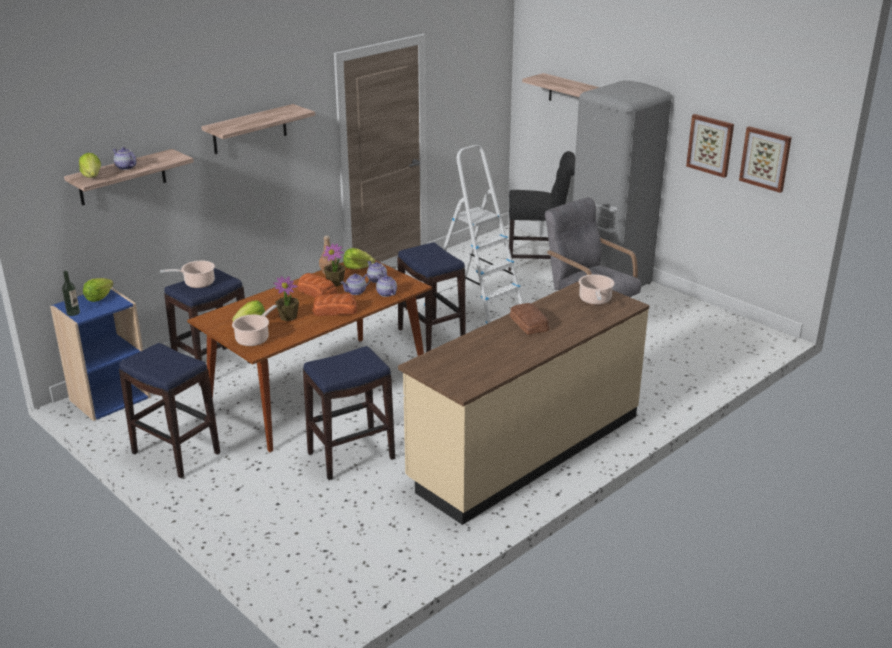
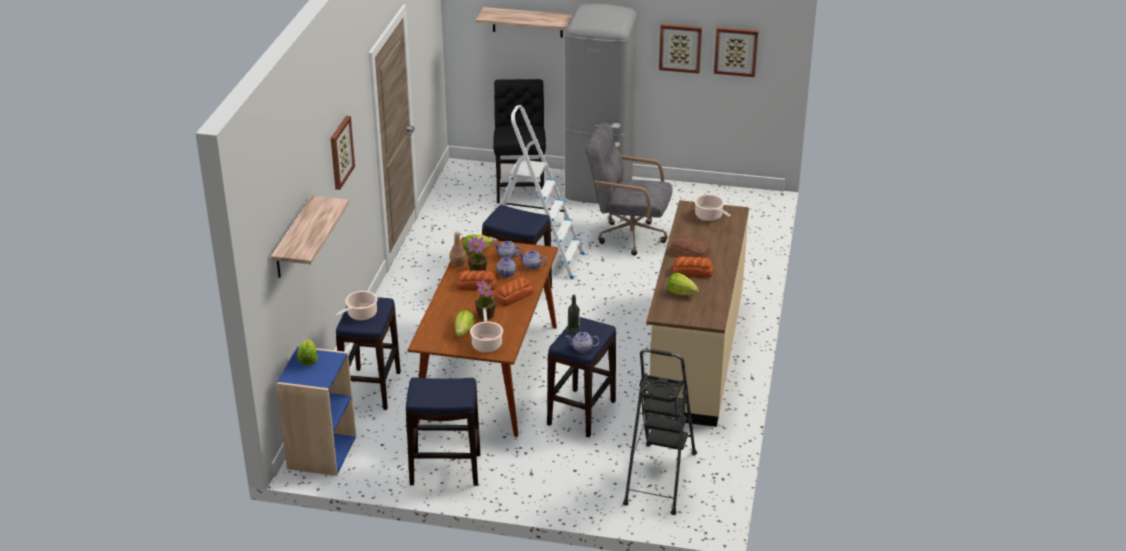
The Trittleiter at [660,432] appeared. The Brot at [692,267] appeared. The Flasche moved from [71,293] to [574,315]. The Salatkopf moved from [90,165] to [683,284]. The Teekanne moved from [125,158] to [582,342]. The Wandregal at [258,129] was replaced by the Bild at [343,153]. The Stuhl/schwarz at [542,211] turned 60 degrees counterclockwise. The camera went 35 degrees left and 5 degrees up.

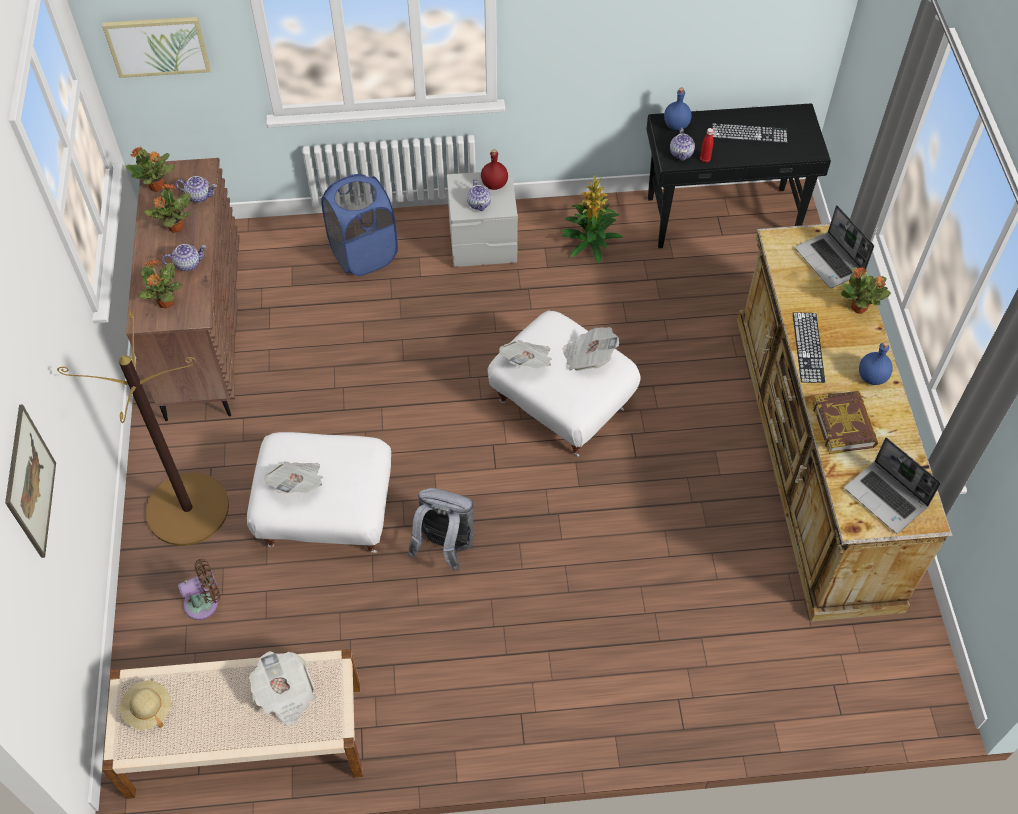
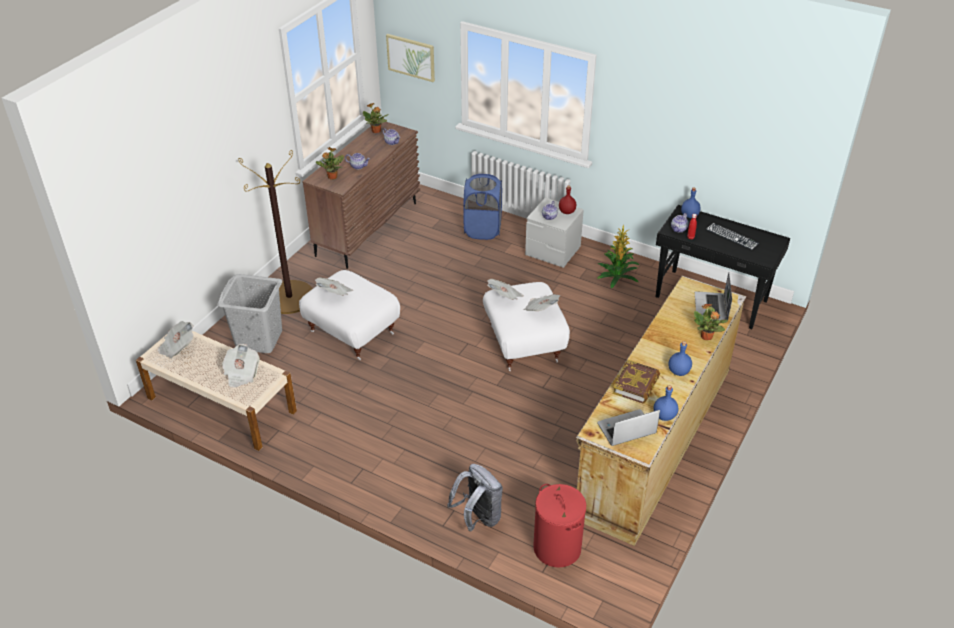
The Bild at [30,481] disappeared. The Topfpflanze at [167,208] disappeared. The Tastatur at [809,347] disappeared. The Wäschekorb/rot at [559,526] appeared. The Flasche/blau at [666,403] appeared. The Rucksack/grau moved from [441,529] to [475,498]. The Hut/beige at [145,705] was replaced by the Zeitung at [175,340]. The Ventilator/braun at [199,589] was replaced by the Wäschekorb/grau at [249,313]. The Laptop at [892,485] turned 75 degrees clockwise. The camera went 35 degrees right and 15 degrees down.

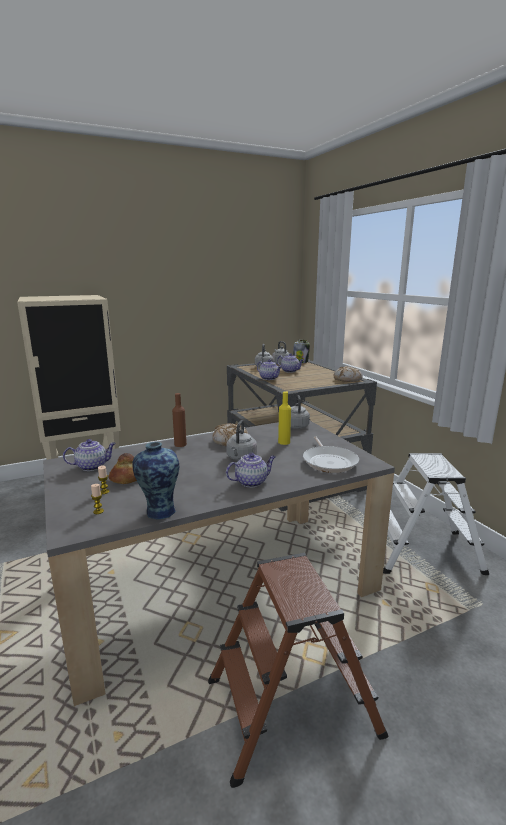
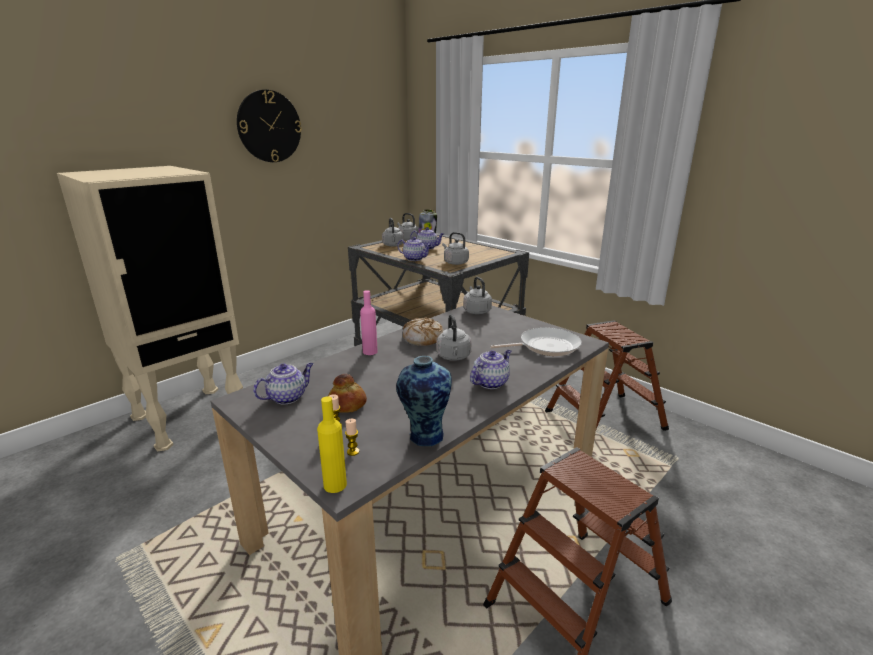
The Brot at [348,374] disappeared. The Wanduhr at [269,126] appeared. The Wasserkessel/grau at [455,248] appeared. The Flasche/gelb moved from [284,418] to [332,444]. The Flasche/braun at [179,420] became the Flasche/rosa at [369,322]. The Trittleiter/weiß at [436,514] became the Trittleiter/braun at [607,375]. The Pfanne at [331,454] turned 75 degrees counterclockwise. The camera went 20 degrees left and 5 degrees up.

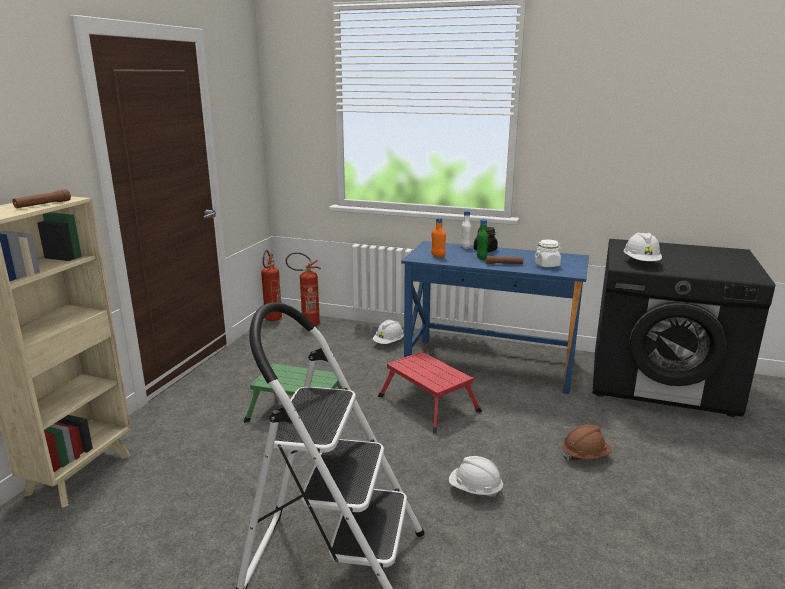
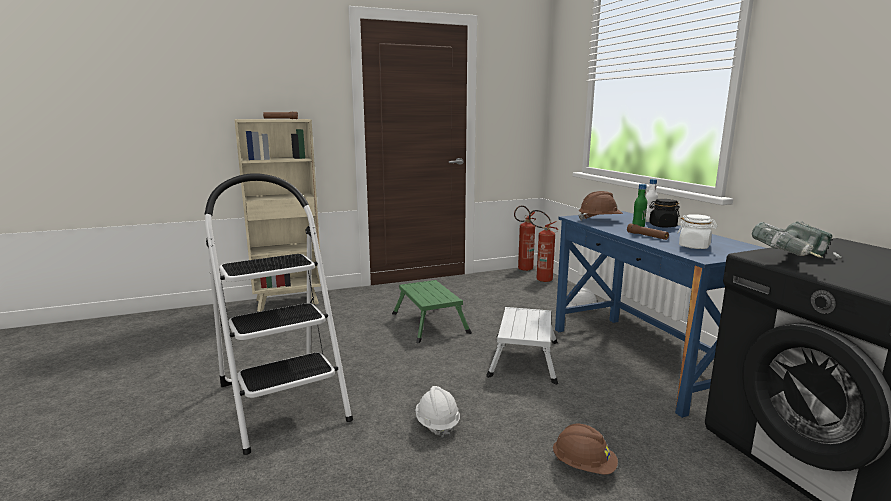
The Flasche/orange at [438,238] was replaced by the Schutzhelm/braun at [600,206]. The Schutzhelm/weiß at [643,247] was replaced by the Bohrmaschine at [797,239]. The Trittleiter/rot at [430,392] became the Trittleiter/weiß at [522,346]. The camera went 50 degrees right and 5 degrees down.

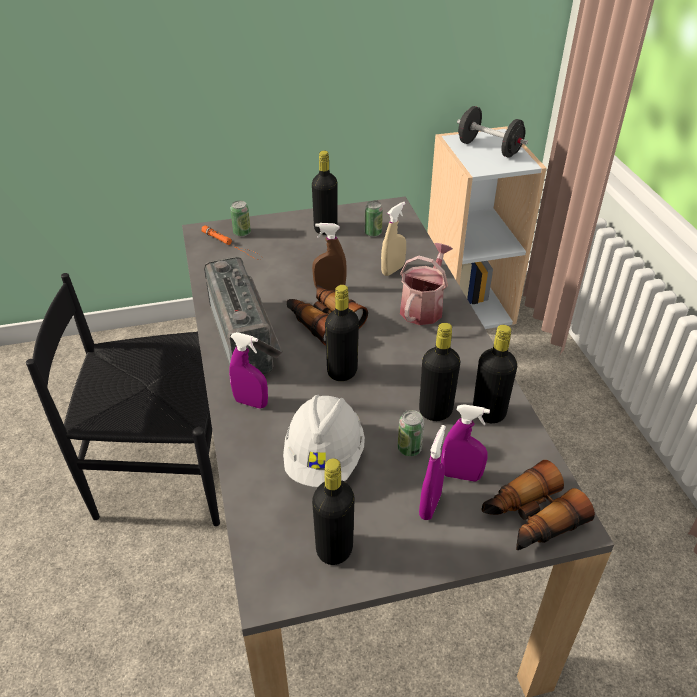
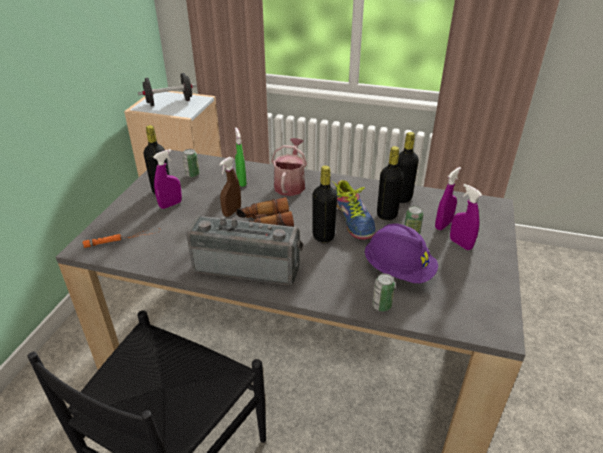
The Flasche/schwarz at [333,511] disappeared. The Fernglas at [538,505] disappeared. The Schuh at [354,210] appeared. The Sprühflasche/lila moved from [248,370] to [167,179]. The Dose moved from [241,219] to [383,292]. The Schutzhelm/weiß at [324,441] became the Schutzhelm/lila at [401,253]. The Sprühflasche/beige at [393,239] became the Sprühflasche/grün at [241,157]. The Gießkanne at [426,284] turned 45 degrees clockwise. The camera went 60 degrees left and 5 degrees down.

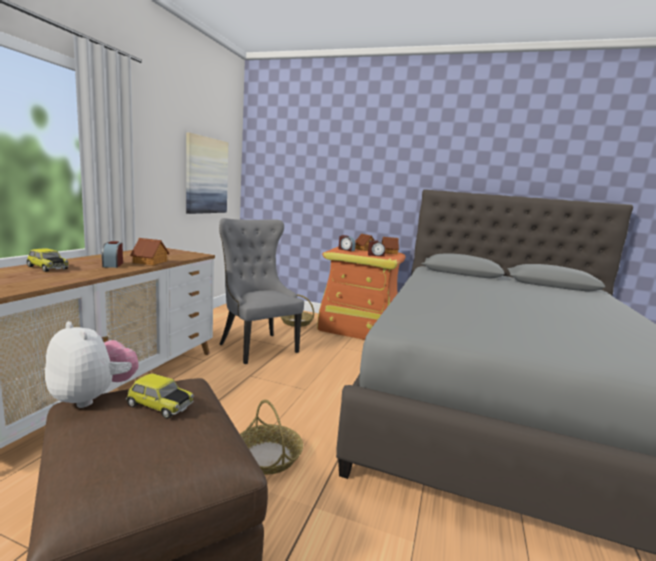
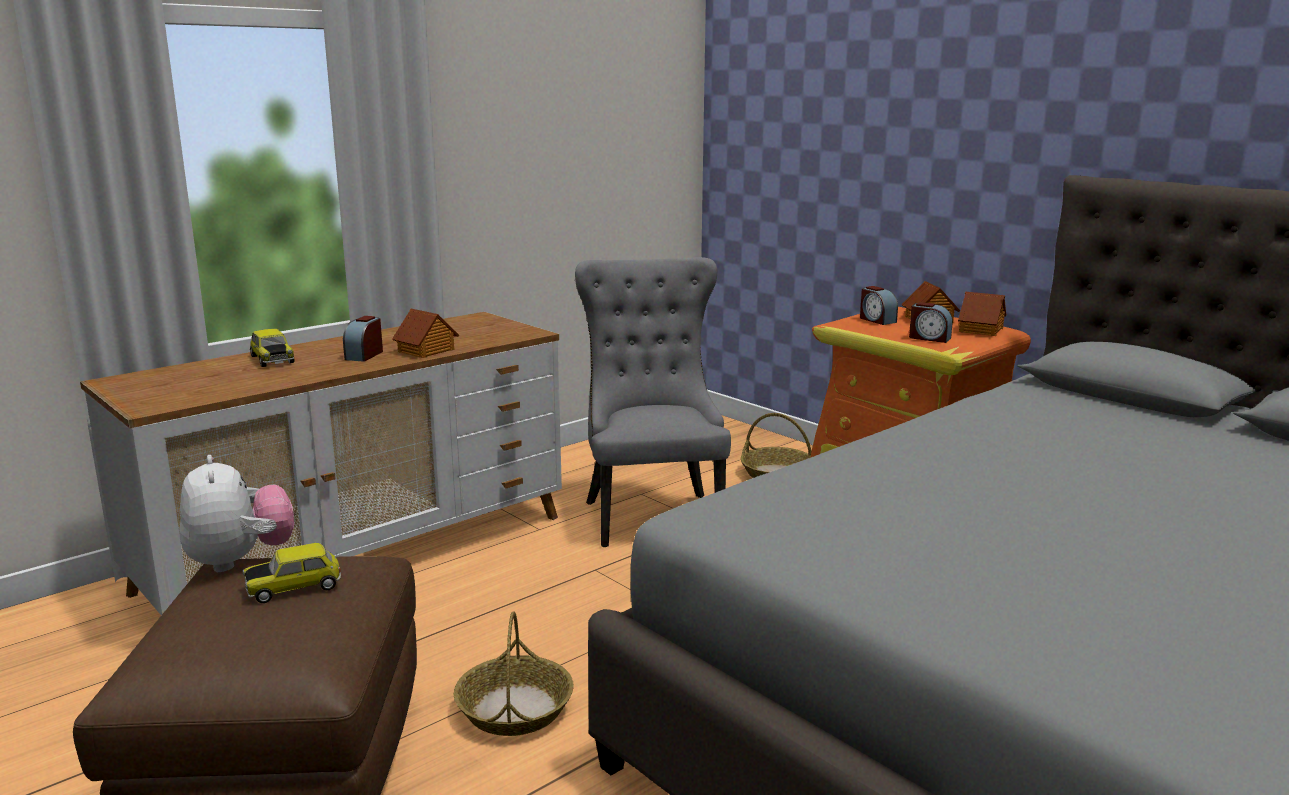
The Bild at [207,173] disappeared. The Spielzeugauto at [160,396] turned 105 degrees clockwise. The camera went 30 degrees right and 5 degrees up.

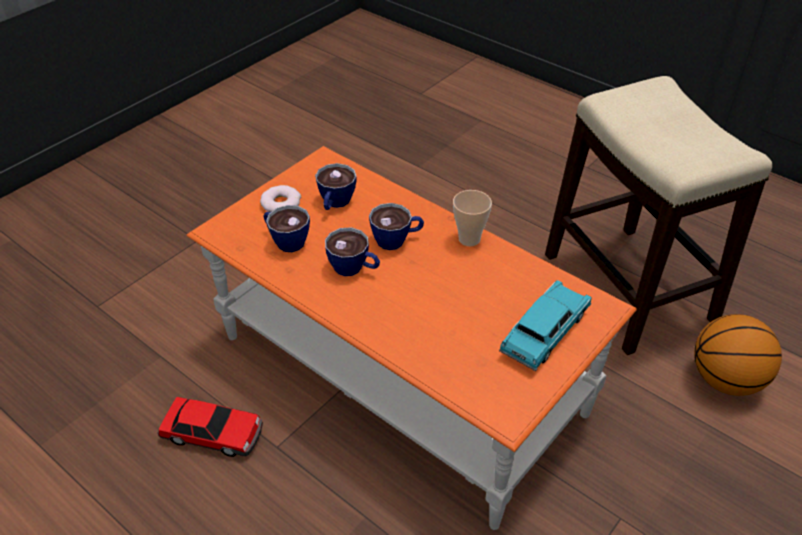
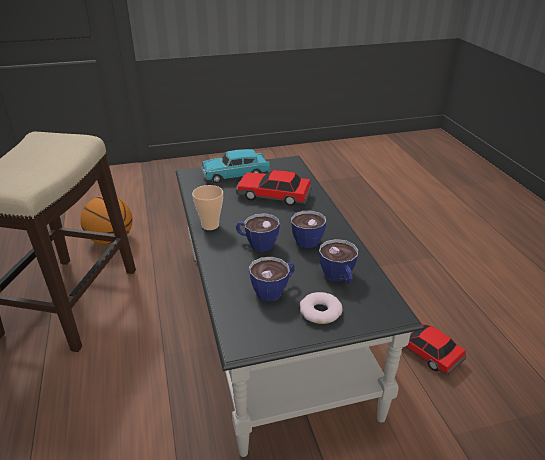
The Spielzeugauto at [274,188] appeared. The Couchtisch/orange at [412,338] became the Couchtisch/schwarz at [300,306]. The camera went 145 degrees left and 10 degrees down.

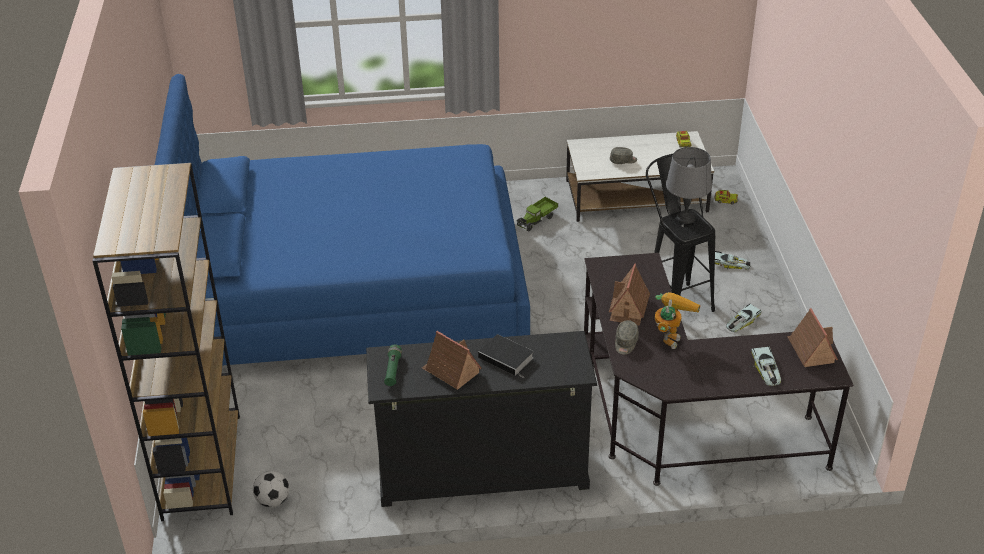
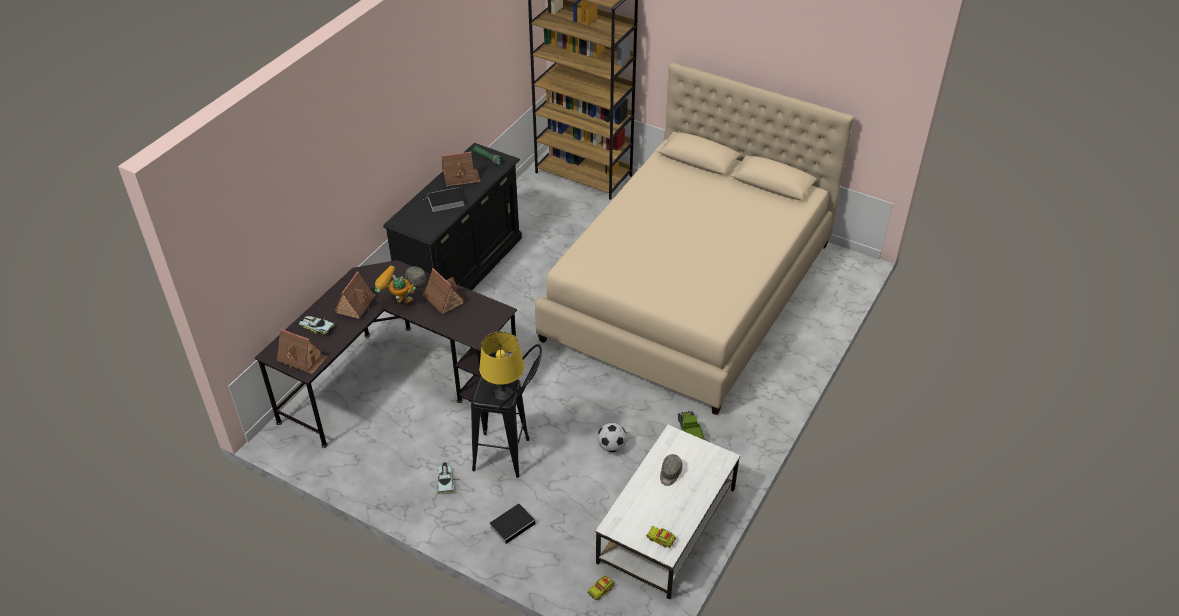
The Spielzeughaus at [355,295] appeared. The Fußball moved from [271,489] to [612,437]. The Spielzeugauto at [733,260] was replaced by the Buch at [514,524]. The Bett/blau at [342,220] became the Bett/beige at [694,238]. The Tischlampe/grau at [689,185] became the Tischlampe/gelb at [501,366]. The Spielzeugroboter at [677,320] turned 135 degrees clockwise. The camera went 125 degrees right and 5 degrees up.

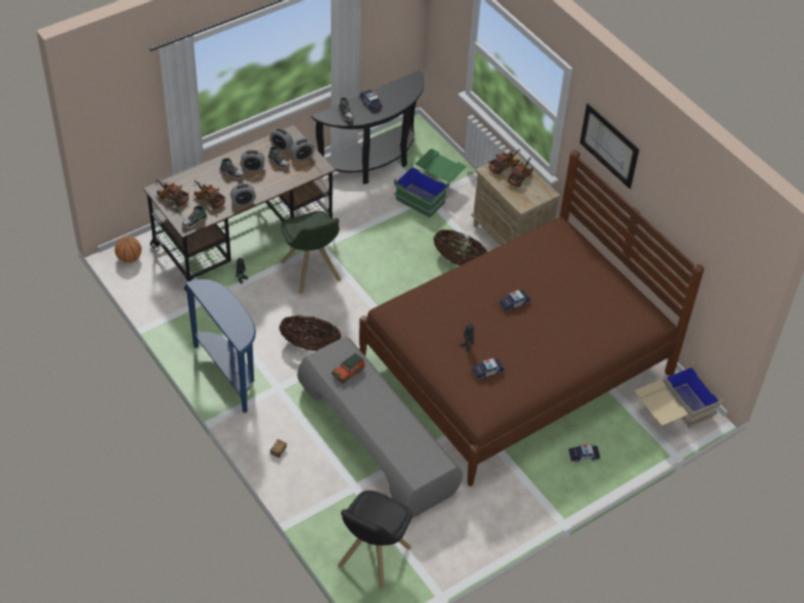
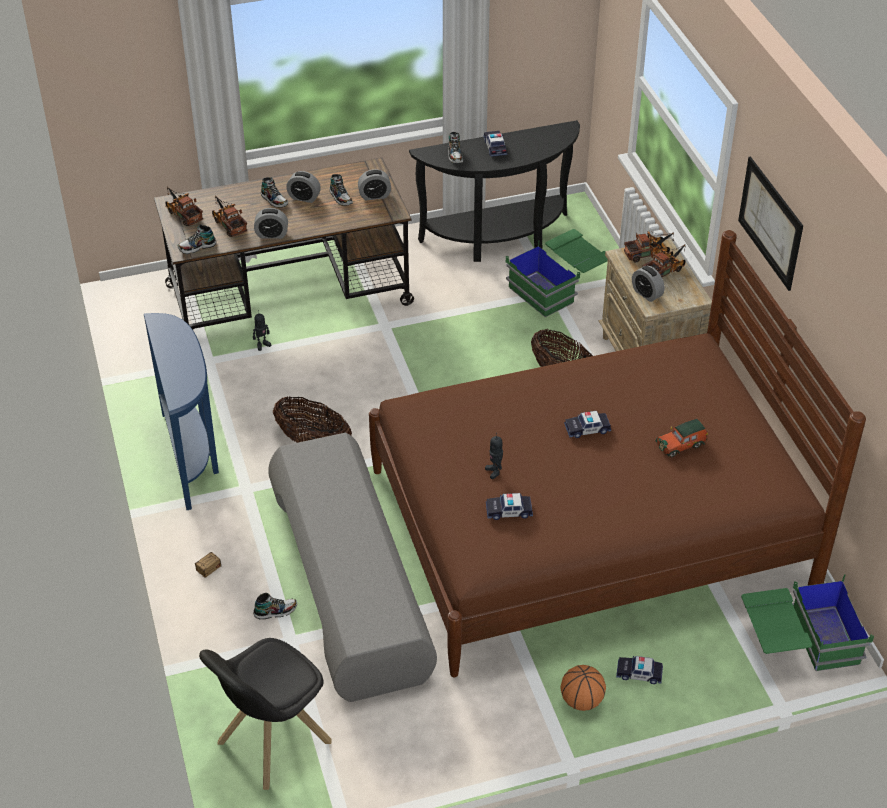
The Stuhl/grün at [310,252] disappeared. The Schuh at [275,606] appeared. The Basketball moved from [128,249] to [583,688]. The Wecker moved from [281,140] to [648,284]. The Spielzeugauto moved from [348,368] to [681,438]. The Aufbewahrungsbox/beige at [679,395] became the Aufbewahrungsbox/grün at [807,622]. The camera went 20 degrees right and 5 degrees down.

